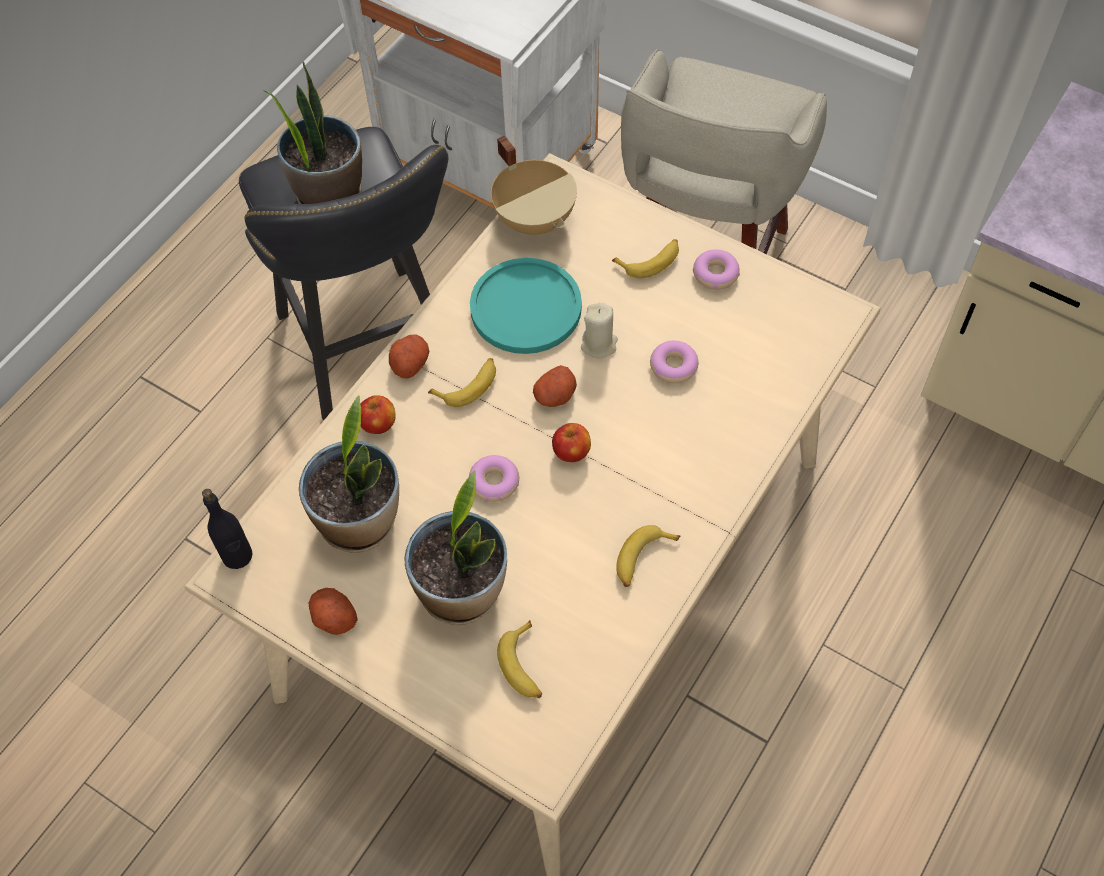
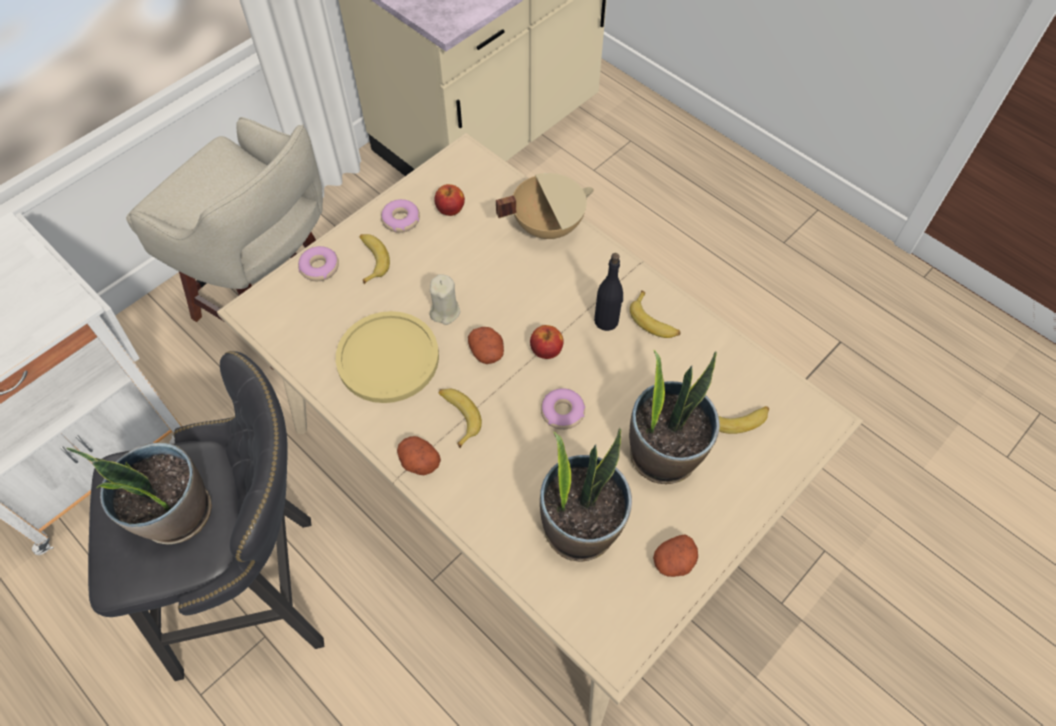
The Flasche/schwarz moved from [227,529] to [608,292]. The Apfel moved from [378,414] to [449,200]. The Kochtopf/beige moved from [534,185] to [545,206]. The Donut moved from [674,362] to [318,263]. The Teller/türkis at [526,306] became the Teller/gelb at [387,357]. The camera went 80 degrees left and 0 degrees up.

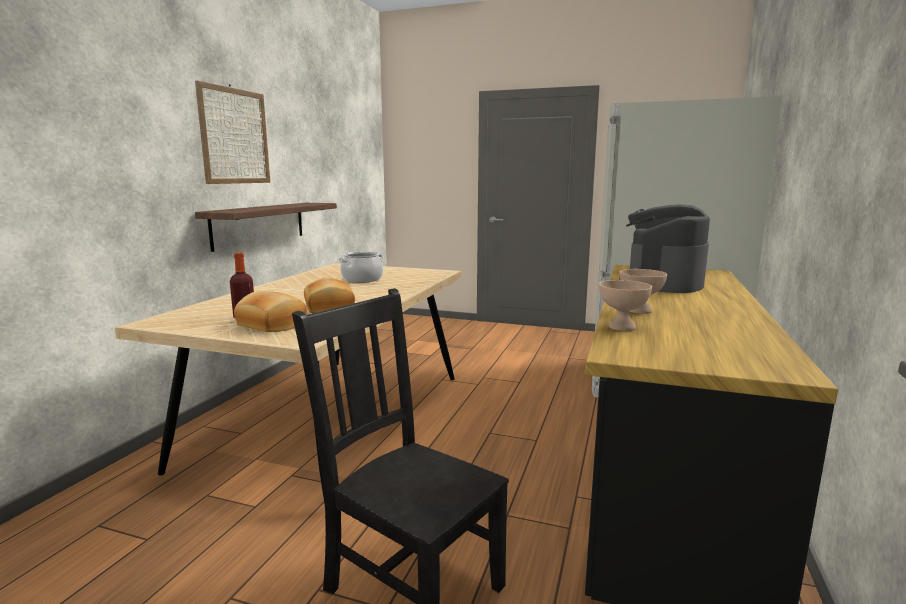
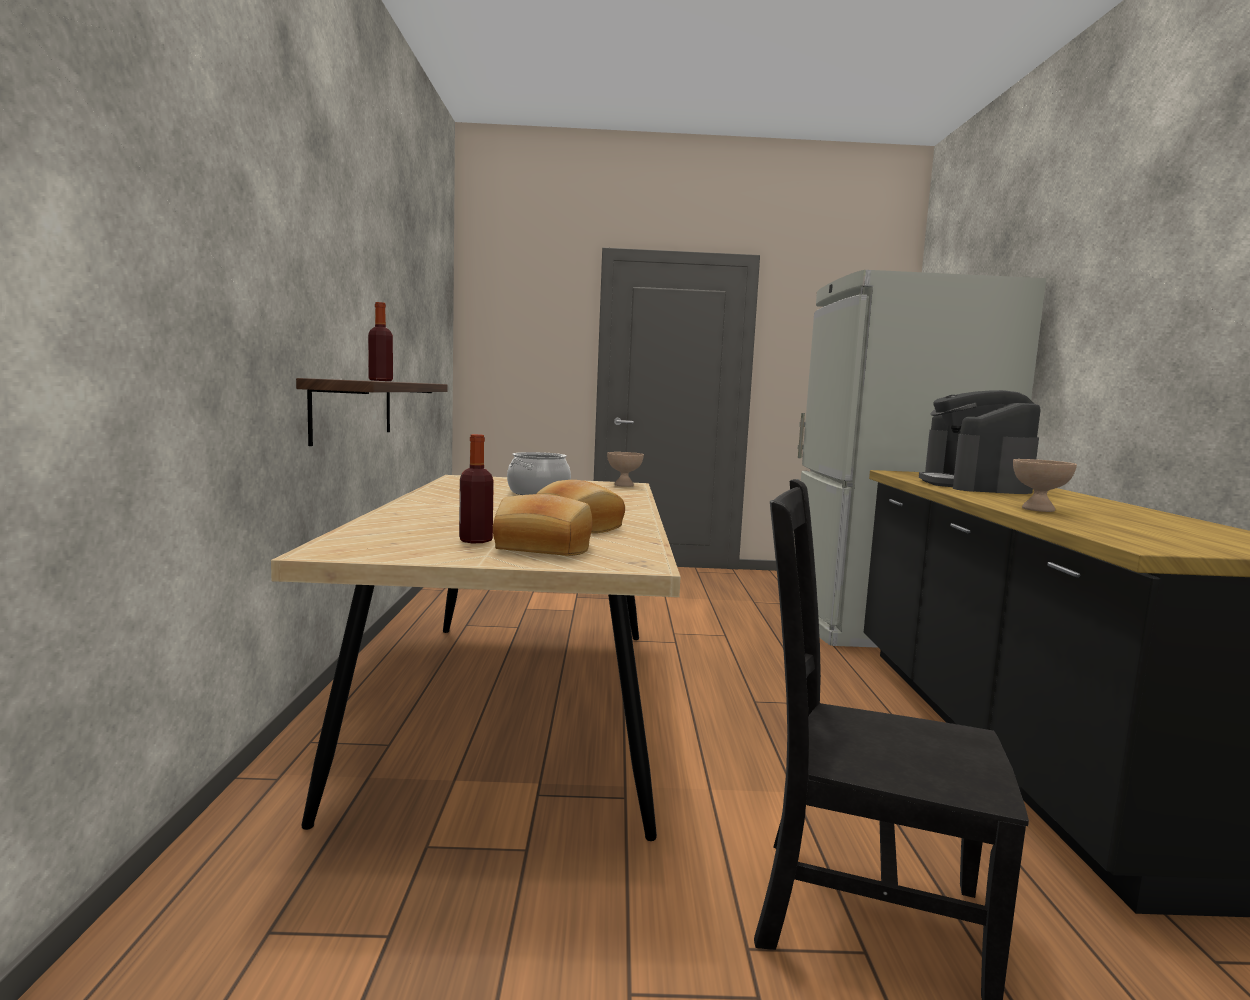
The Bild at [232,132] disappeared. The Flasche at [380,341] appeared. The Schüssel/beige moved from [625,305] to [625,469]. The camera went 20 degrees left and 5 degrees down.

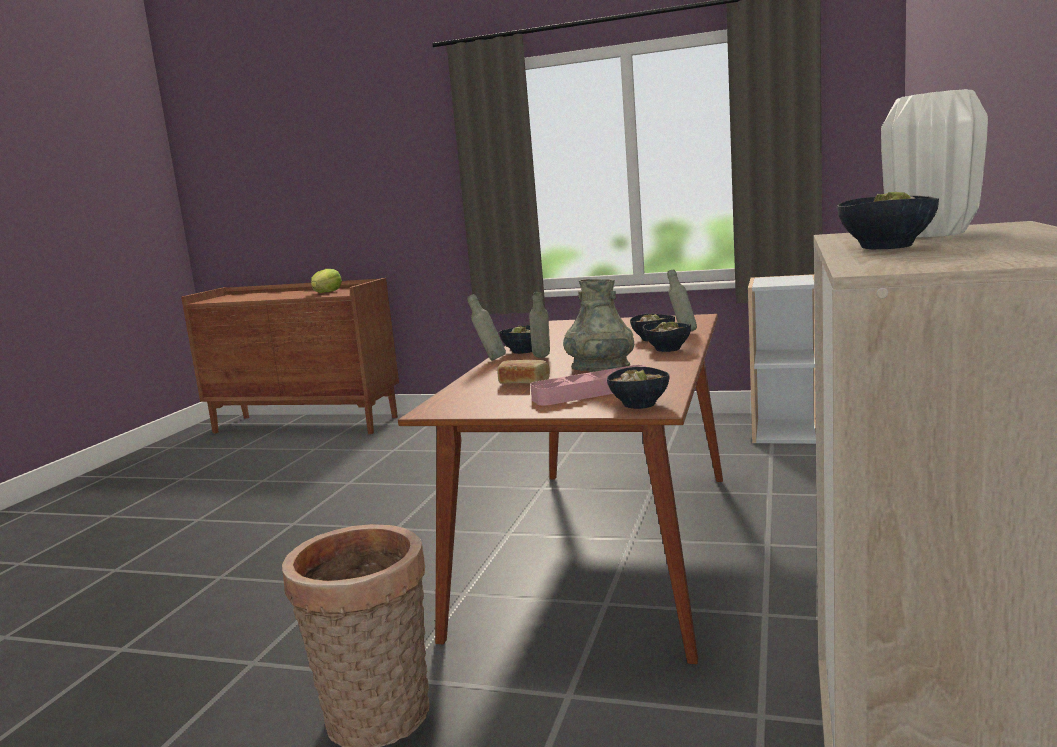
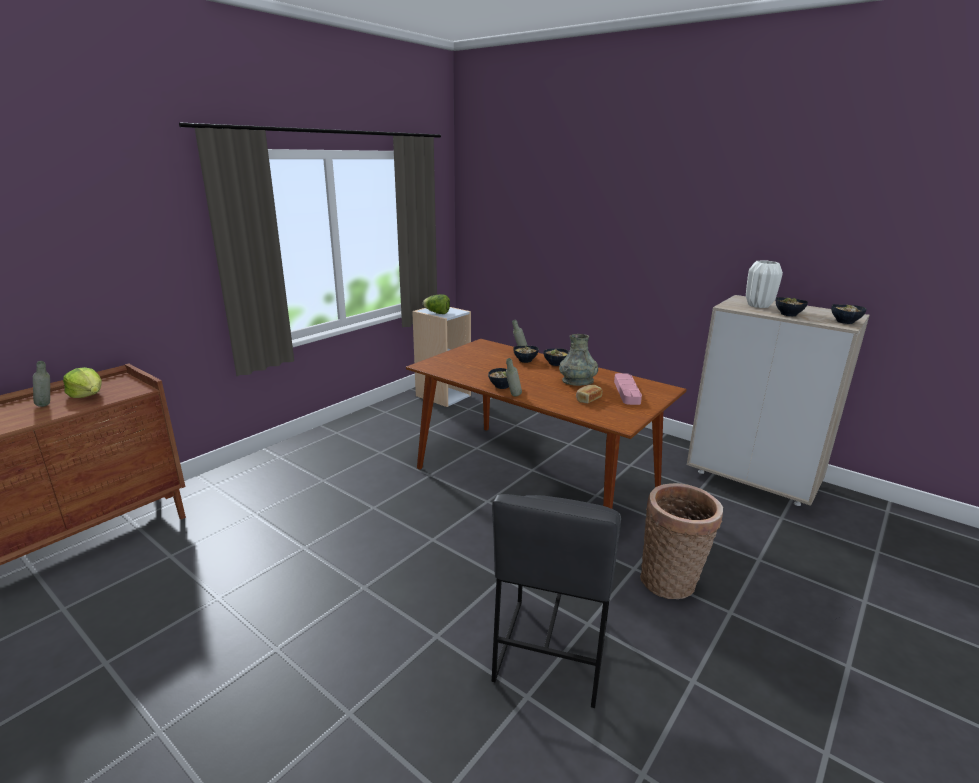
The Salatkopf at [436,304] appeared. The Hocker/grau at [556,601] appeared. The Flasche/grau moved from [539,325] to [41,384]. The Schüssel moved from [638,388] to [848,314]. The camera went 70 degrees left and 10 degrees up.

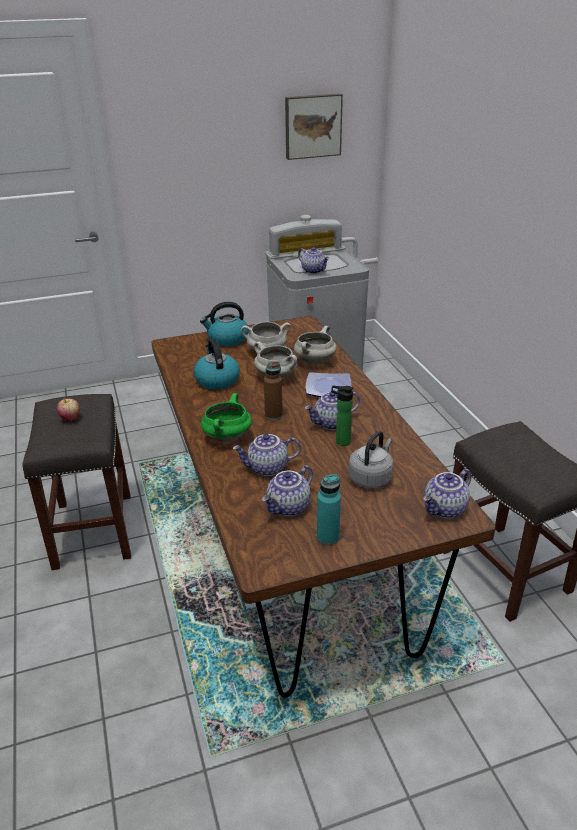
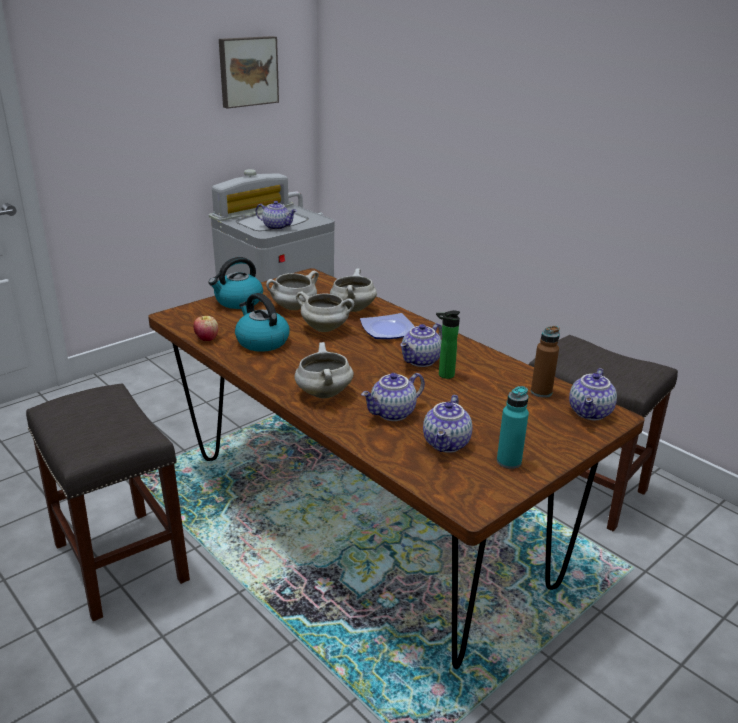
The Wasserkessel/grau at [371,459] disappeared. The Apfel moved from [68,409] to [206,328]. The Flasche/braun moved from [273,391] to [545,362]. The Kochtopf/grün at [226,417] became the Kochtopf/weiß at [324,370]. The camera went 25 degrees left and 5 degrees down.

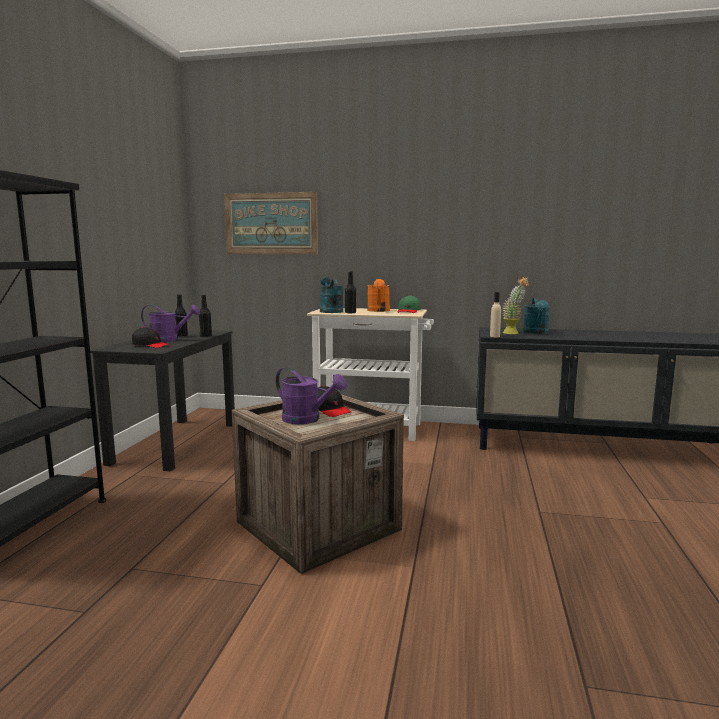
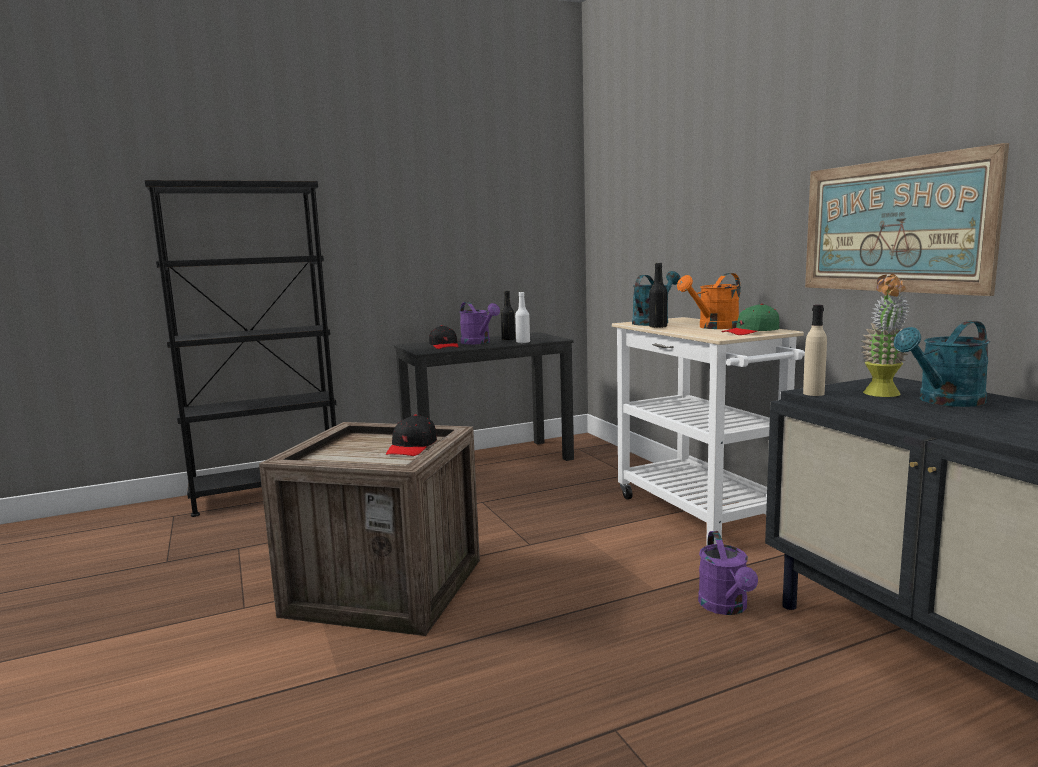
The Bild moved from [271,223] to [907,219]. The Gießkanne/lila moved from [311,395] to [728,573]. The Flasche/schwarz at [205,315] became the Flasche/weiß at [522,317]. The camera went 55 degrees right and 0 degrees up.

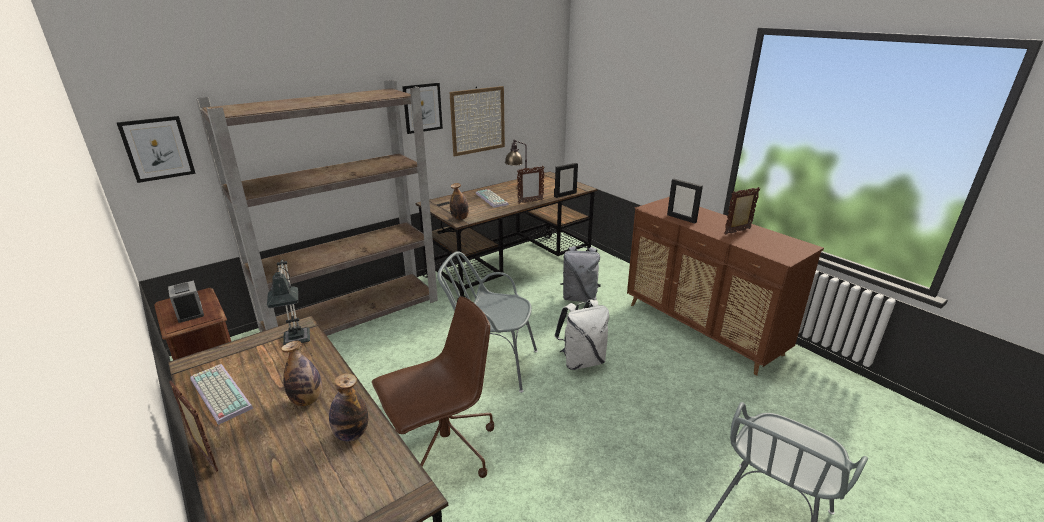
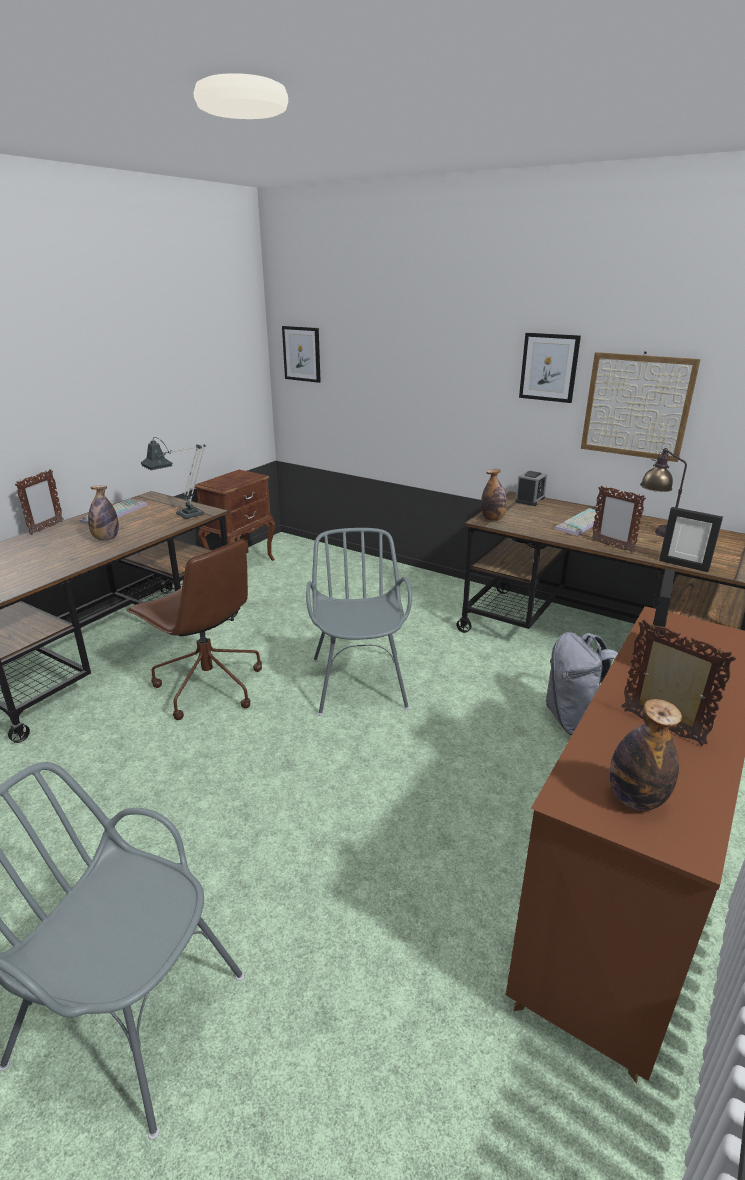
The Bücherregal/braun at [317,208] disappeared. The Rucksack/weiß at [581,334] disappeared. The Wecker moved from [186,302] to [531,488]. The Flasche moved from [348,407] to [646,755]. The camera went 70 degrees right and 0 degrees up.

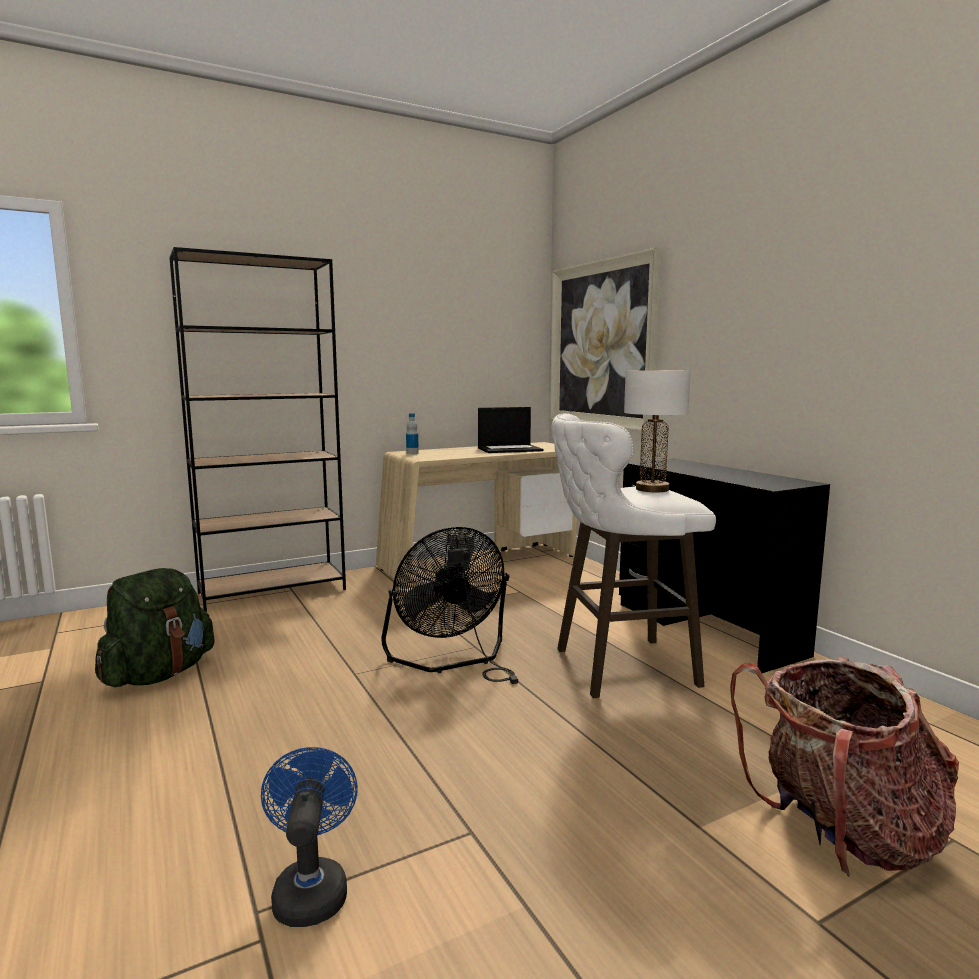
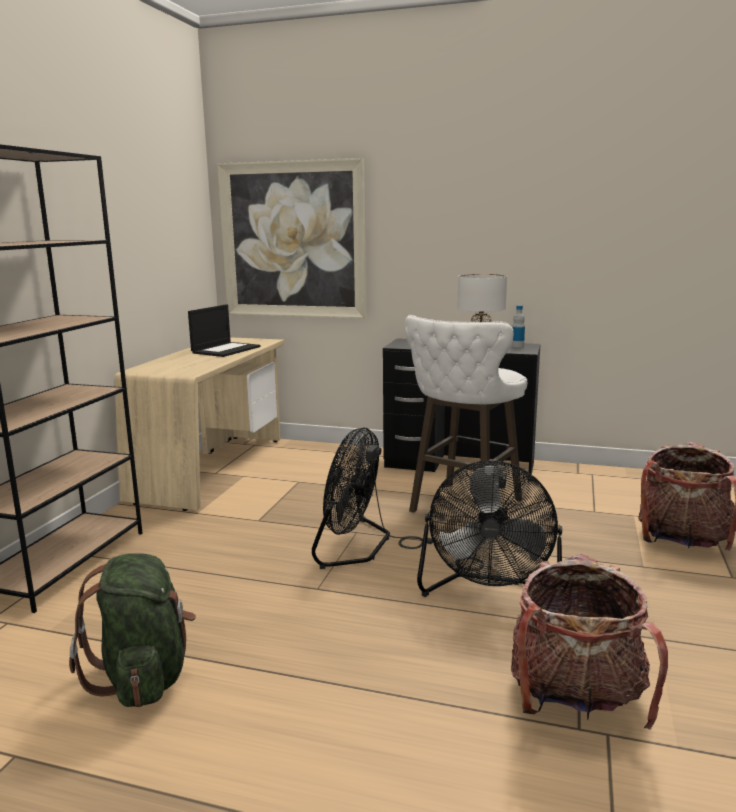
The Ventilator/schwarz at [489,528] appeared. The Flasche moved from [412,433] to [518,326]. The Ventilator/blau at [309,837] was replaced by the Rucksack at [589,642]. The camera went 45 degrees left and 5 degrees up.

